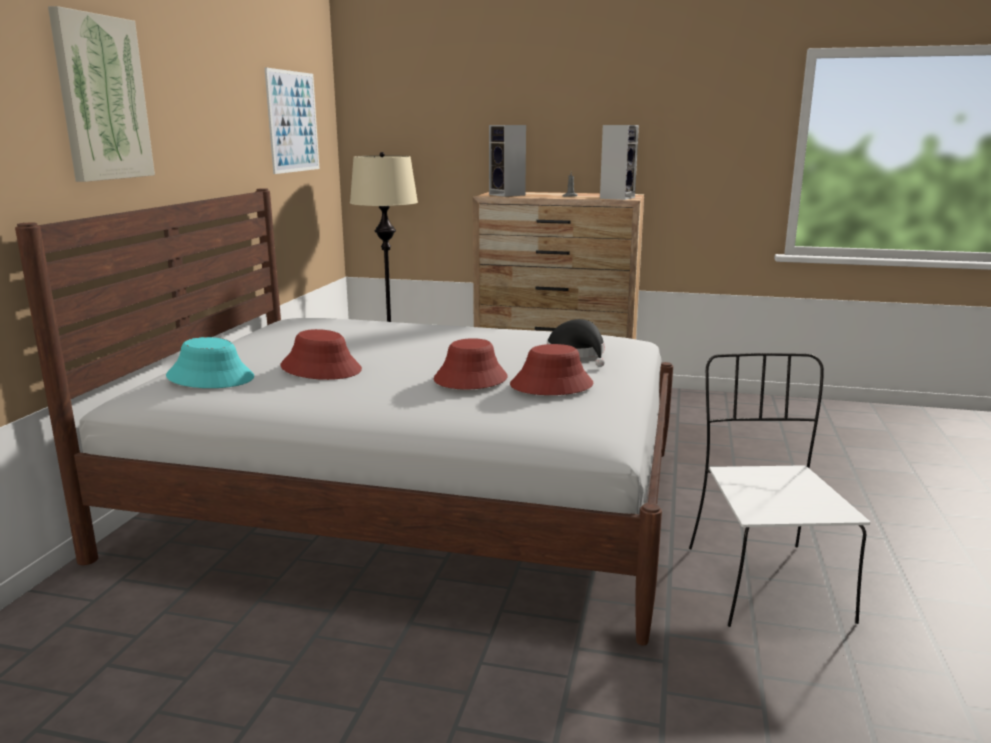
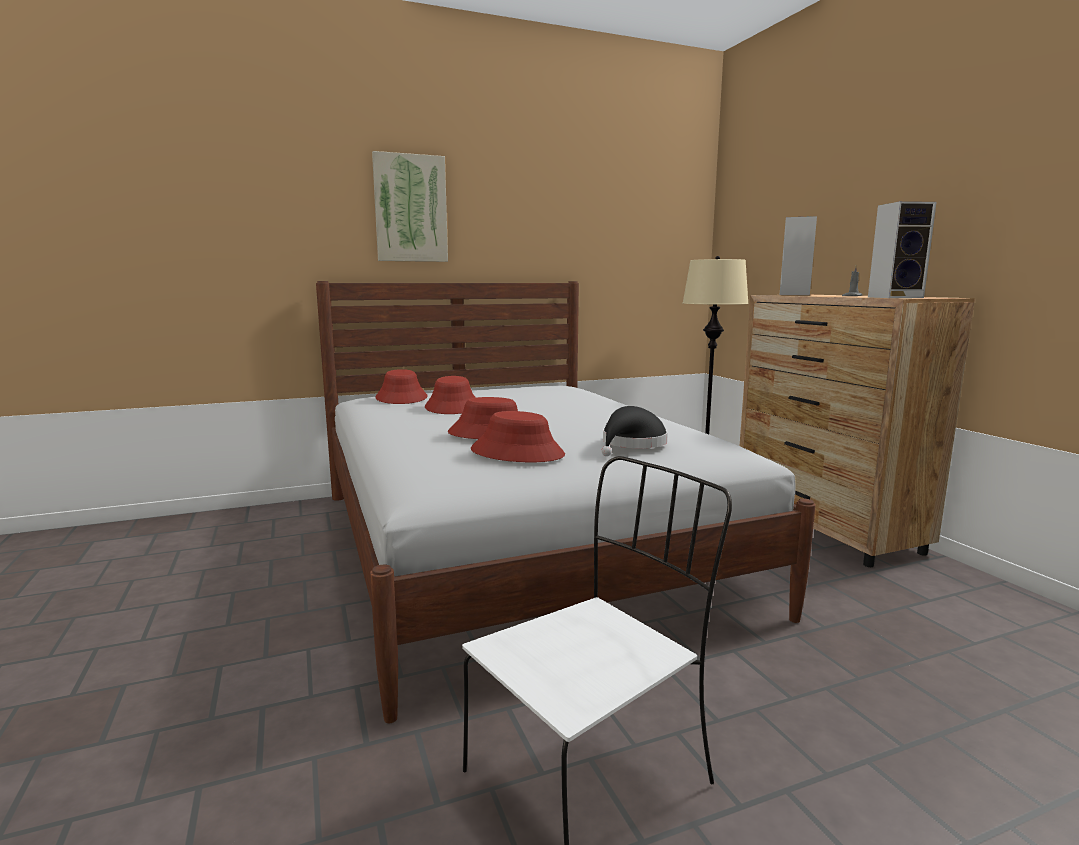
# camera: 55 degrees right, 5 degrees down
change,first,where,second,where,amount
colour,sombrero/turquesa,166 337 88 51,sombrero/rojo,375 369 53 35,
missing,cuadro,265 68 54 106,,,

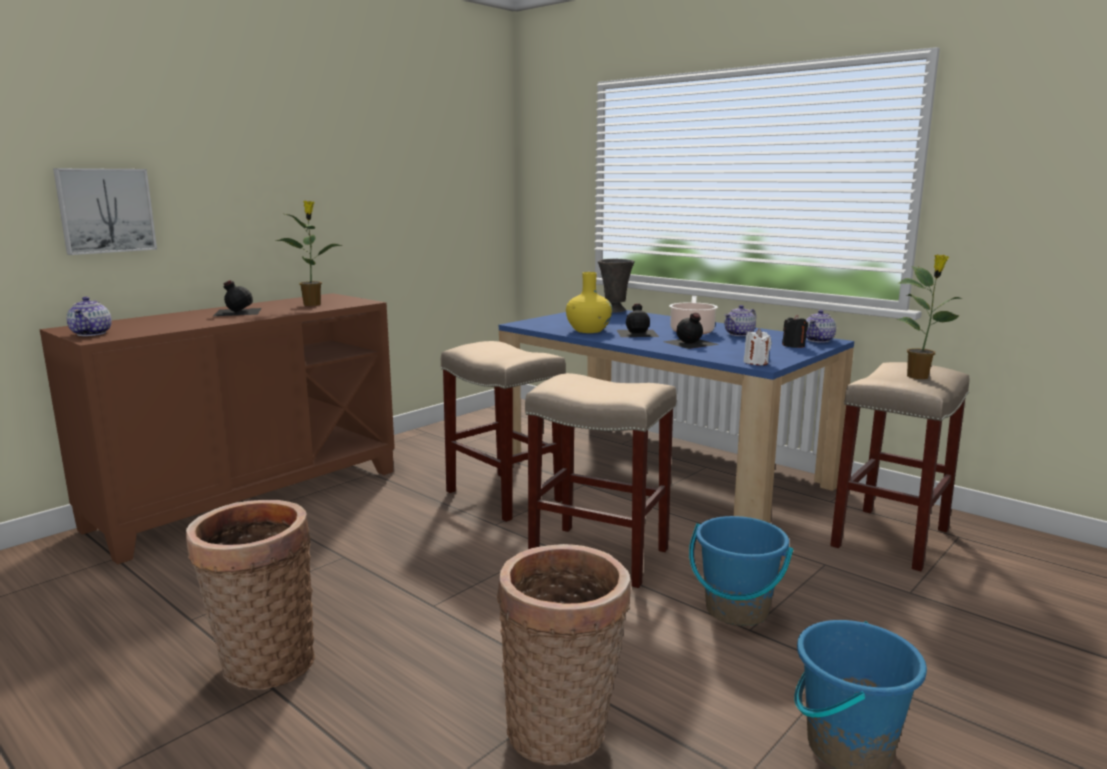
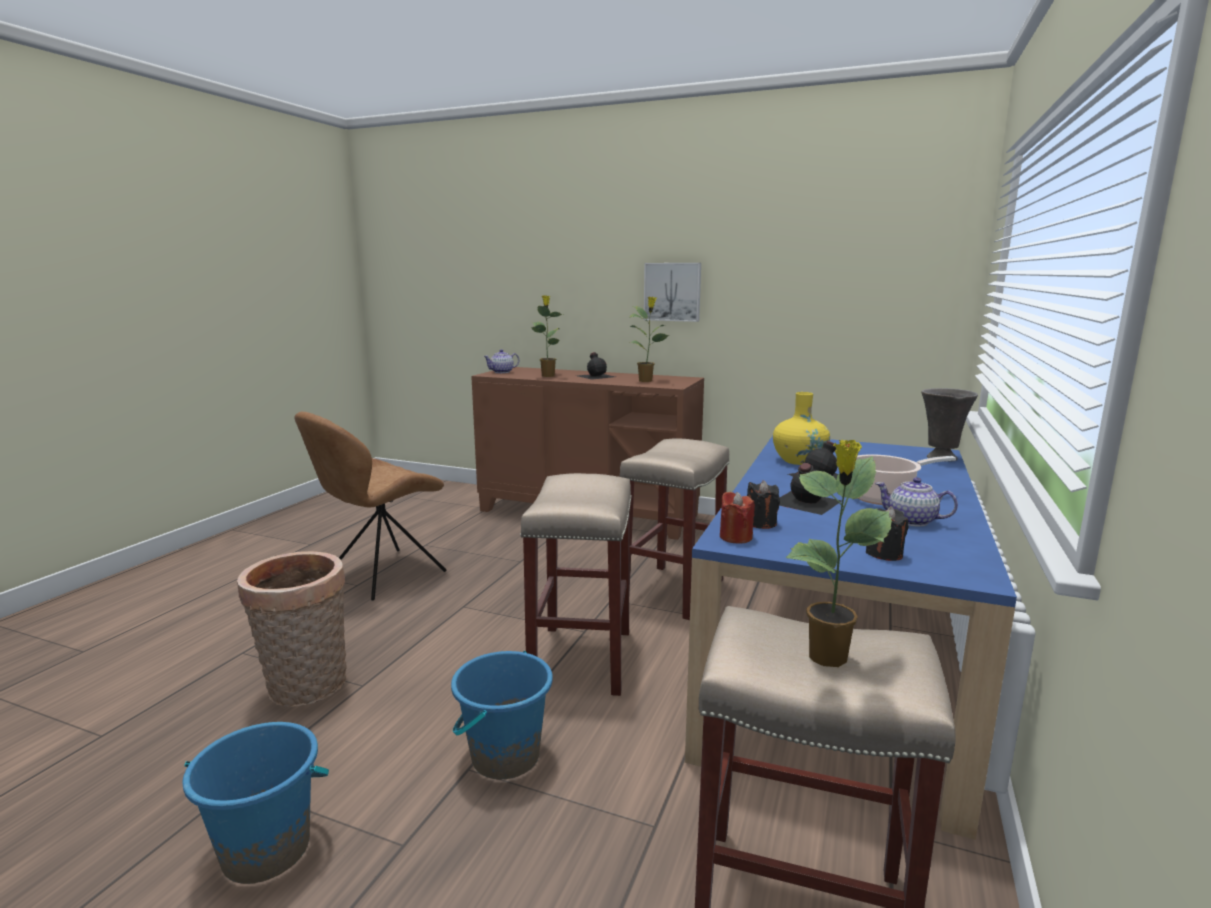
# camera: 70 degrees right, 0 degrees up
change,first,where,second,where,amount
relocated,cuadro,53 168 104 87,,644 263 57 59,
exchanged,cesta,186 500 129 190,silla/marrón,294 412 152 189,
colour,vela/blanco,744 329 28 36,vela/rojo,720 492 35 51,
missing,tetera,806 310 30 33,,,
appeared,,,planta en maceta,531 295 32 82,
appeared,,,vela/negro,747 480 33 49,

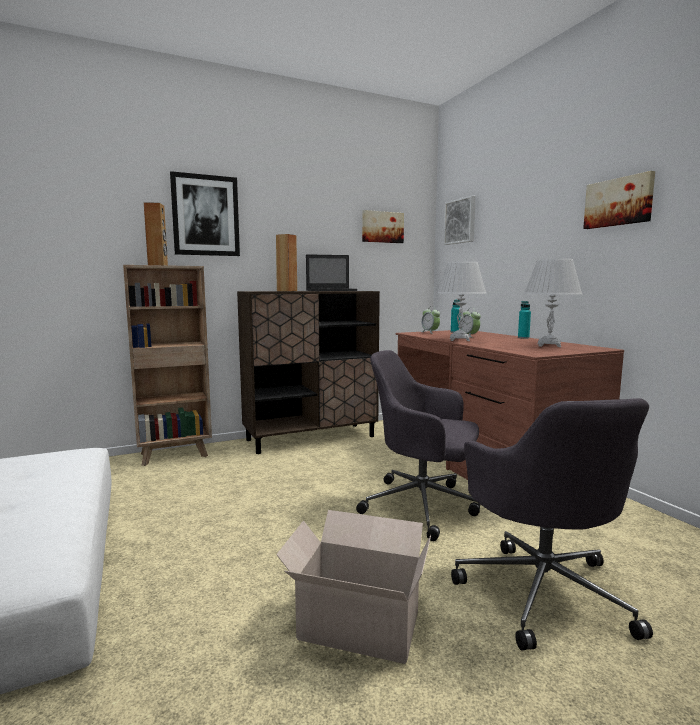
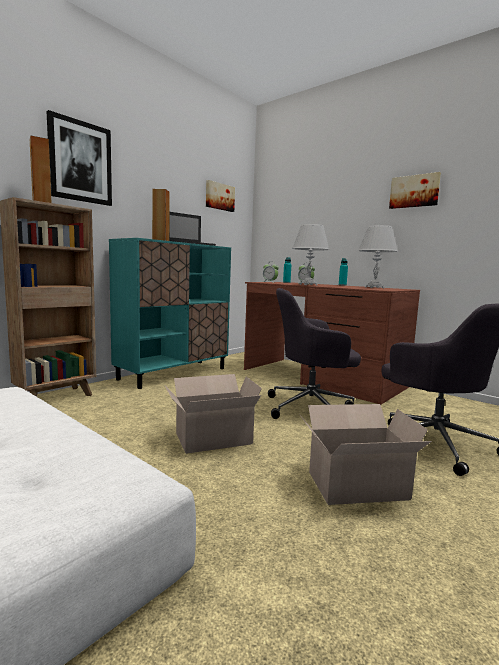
# camera: 25 degrees left, 0 degrees up
change,first,where,second,where,amount
colour,armario/marrón,237 291 143 163,armario/turquesa,109 238 122 151,
missing,cuadro,444 196 32 49,,,
appeared,,,caja de cartón,165 374 97 80,

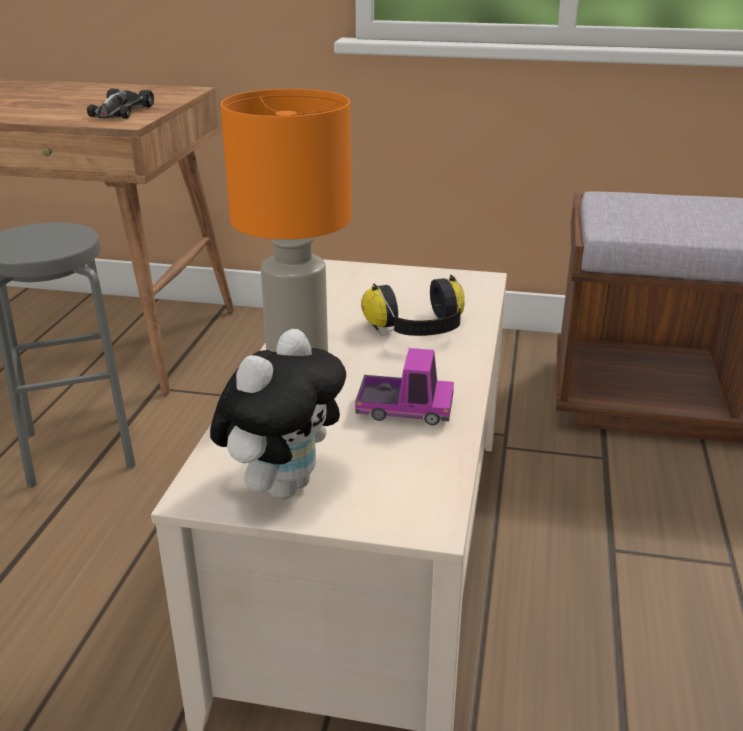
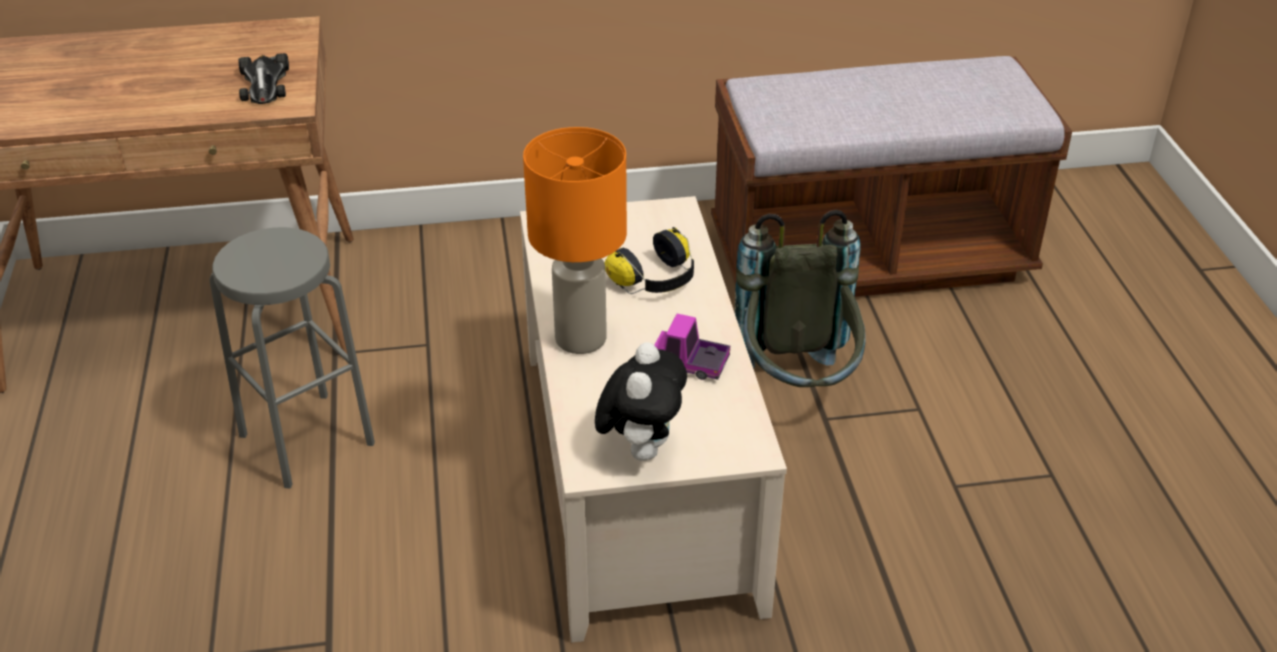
# camera: 20 degrees left, 10 degrees up
change,first,where,second,where,amount
spun,camión de juguete,355 348 99 77,,655 314 75 66,150 degrees counterclockwise
appeared,,,mochila/gris,734 209 132 178,

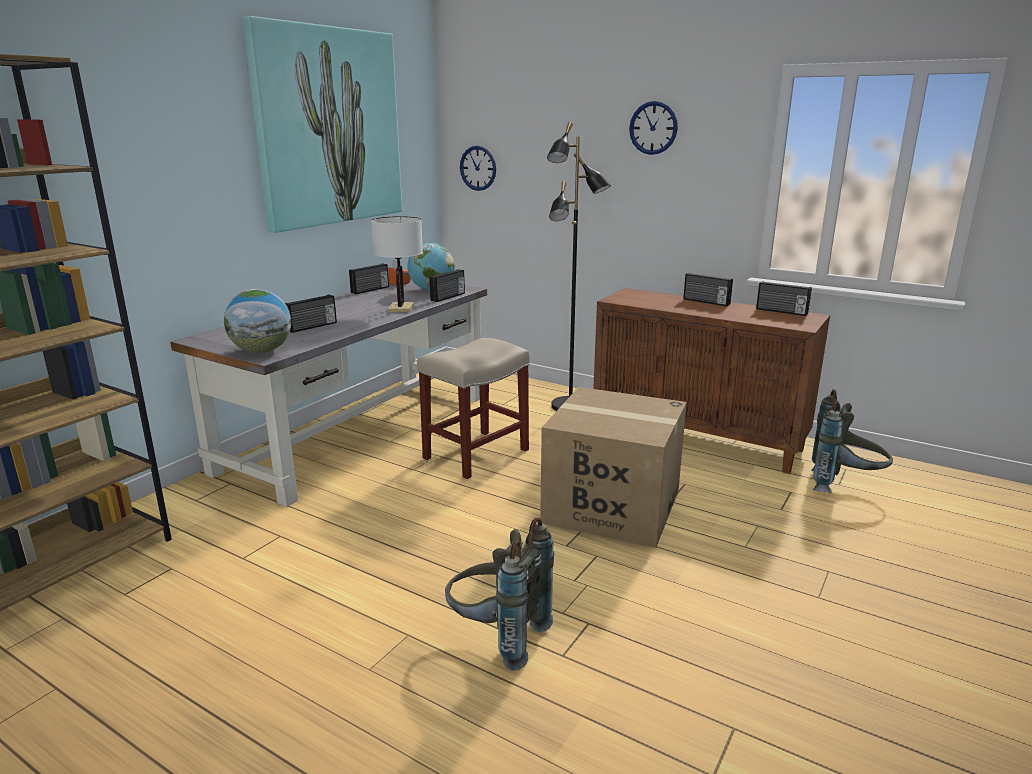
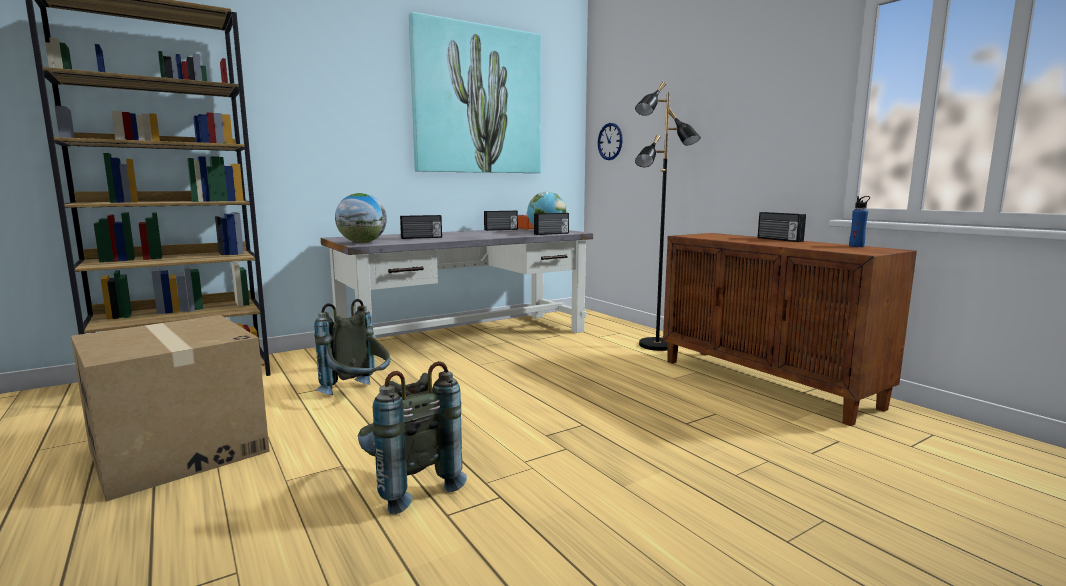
# camera: 25 degrees right, 10 degrees down
change,first,where,second,where,amount
missing,lámpara de mesa/blanco,371 216 52 96,,,
missing,taburete/beis,417 338 113 141,,,
relocated,caja de cartón,540 387 147 161,,71 315 199 187,
missing,reloj de pared,629 101 49 54,,,
exchanged,radio,756 281 56 35,botella/azul,849 196 21 51,
relocated,mochila/gris,811 389 82 104,,314 299 77 96,

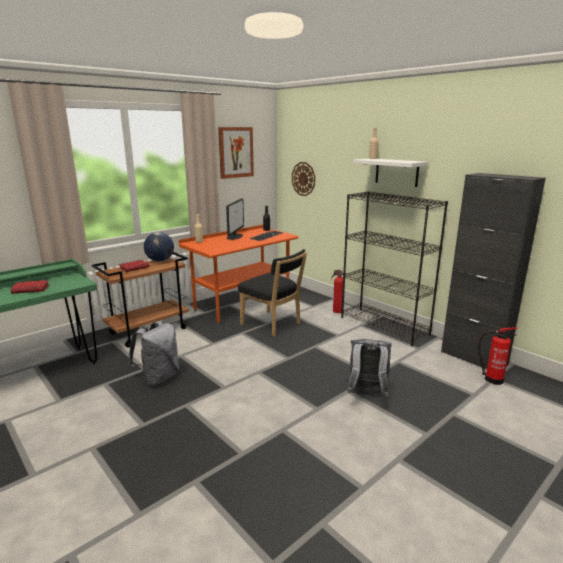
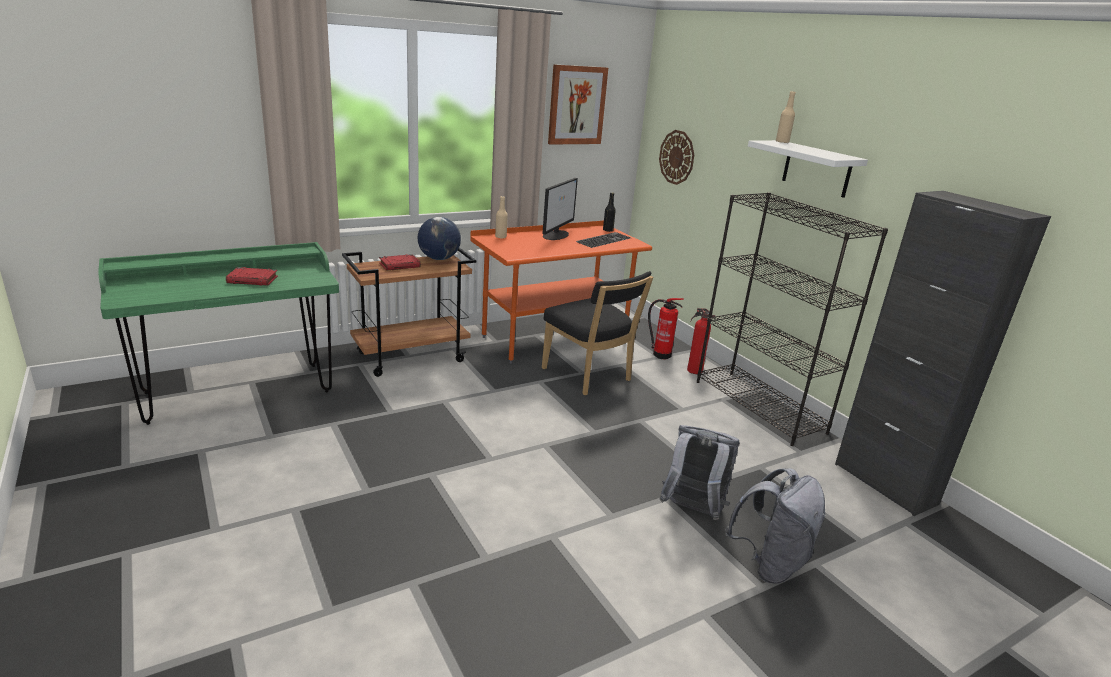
# camera: 10 degrees right, 5 degrees up
change,first,where,second,where,amount
relocated,mochila/gris,128 322 51 64,,725 468 101 116,
relocated,extintor,478 327 40 58,,648 298 36 62,

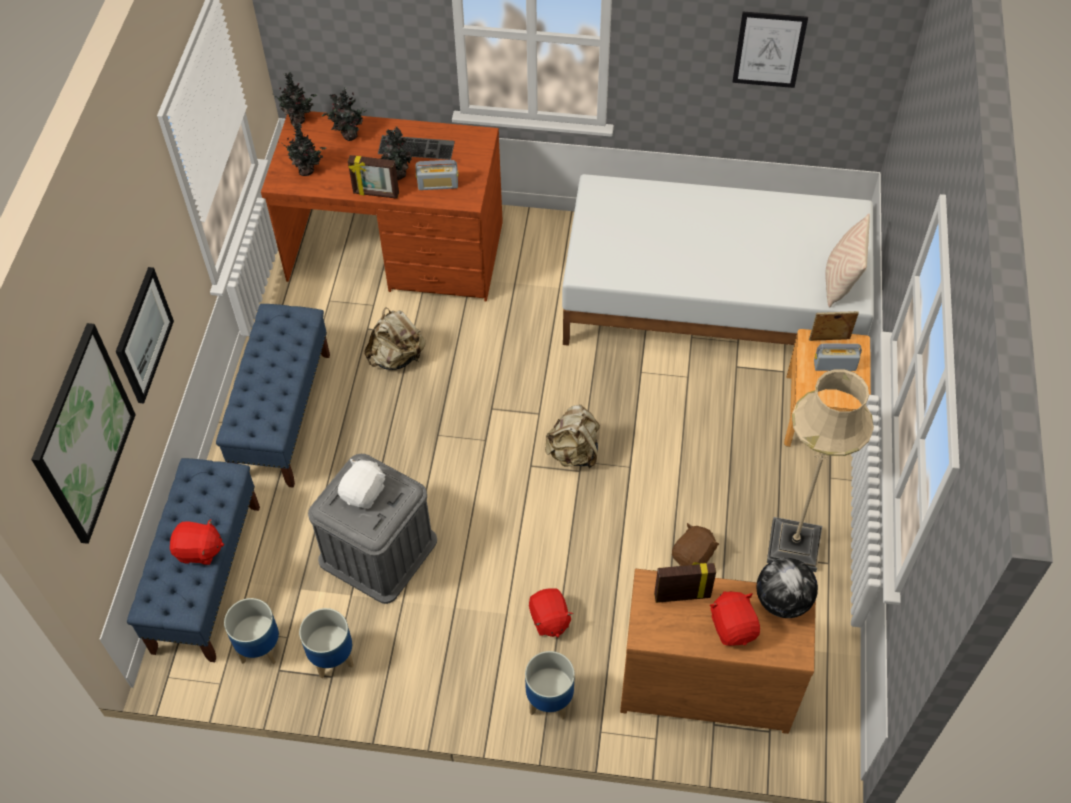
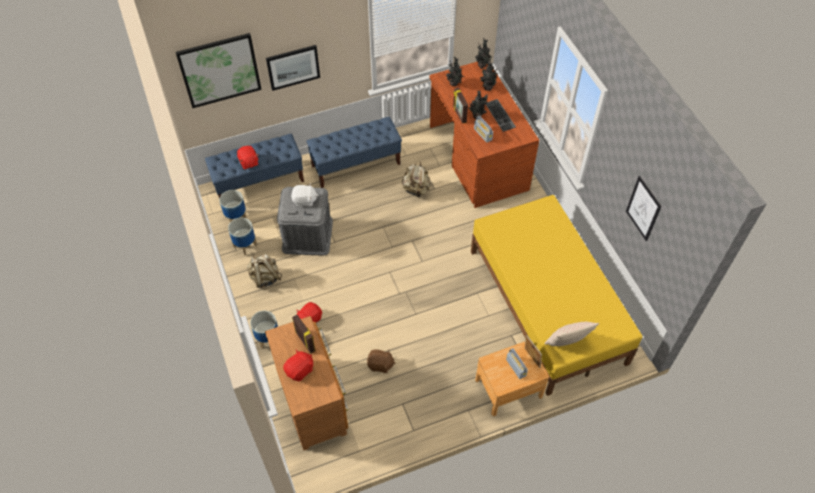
# camera: 60 degrees right, 0 degrees up
change,first,where,second,where,amount
relocated,mochila/beis,545 405 55 63,,247 254 35 34,
colour,cama/blanco,562 174 312 172,cama/amarillo,471 195 171 201,
missing,globo terráqueo,757 558 61 60,,,
missing,lámpara de pie/beis,767 369 107 203,,,

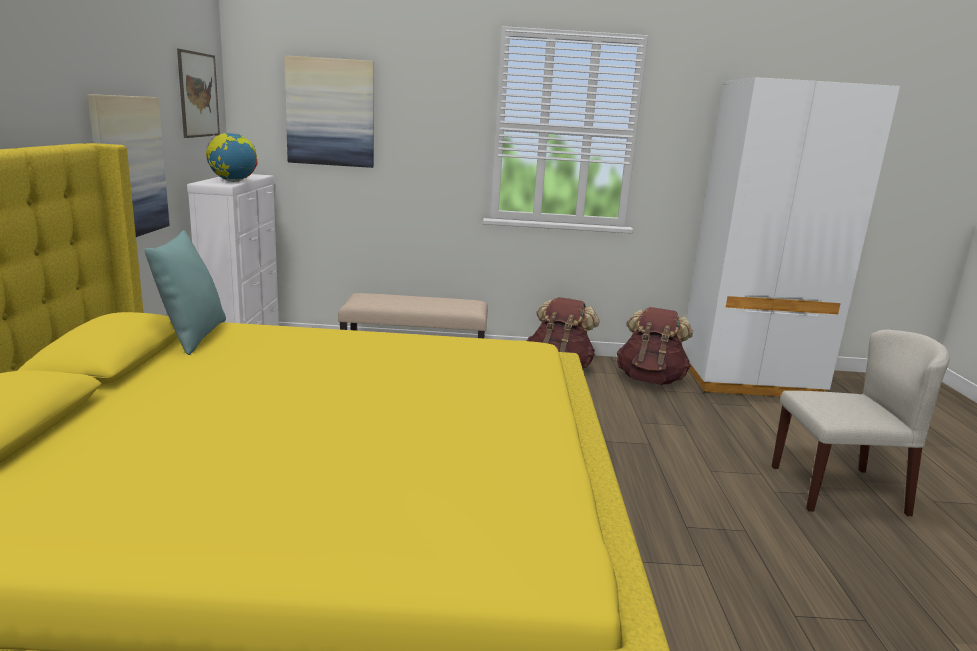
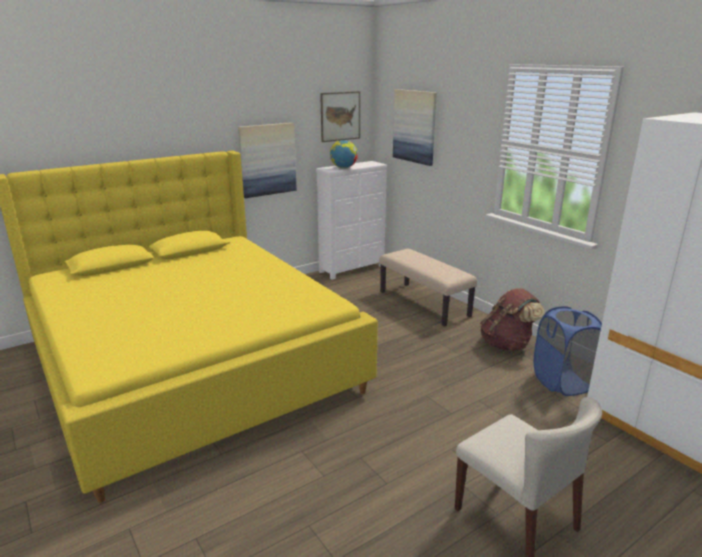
# camera: 55 degrees right, 5 degrees up
change,first,where,second,where,amount
missing,cojín/turquesa,144 230 82 125,,,
exchanged,mochila/marrón,617 307 76 78,cesto de la ropa/azul,534 306 68 90,

